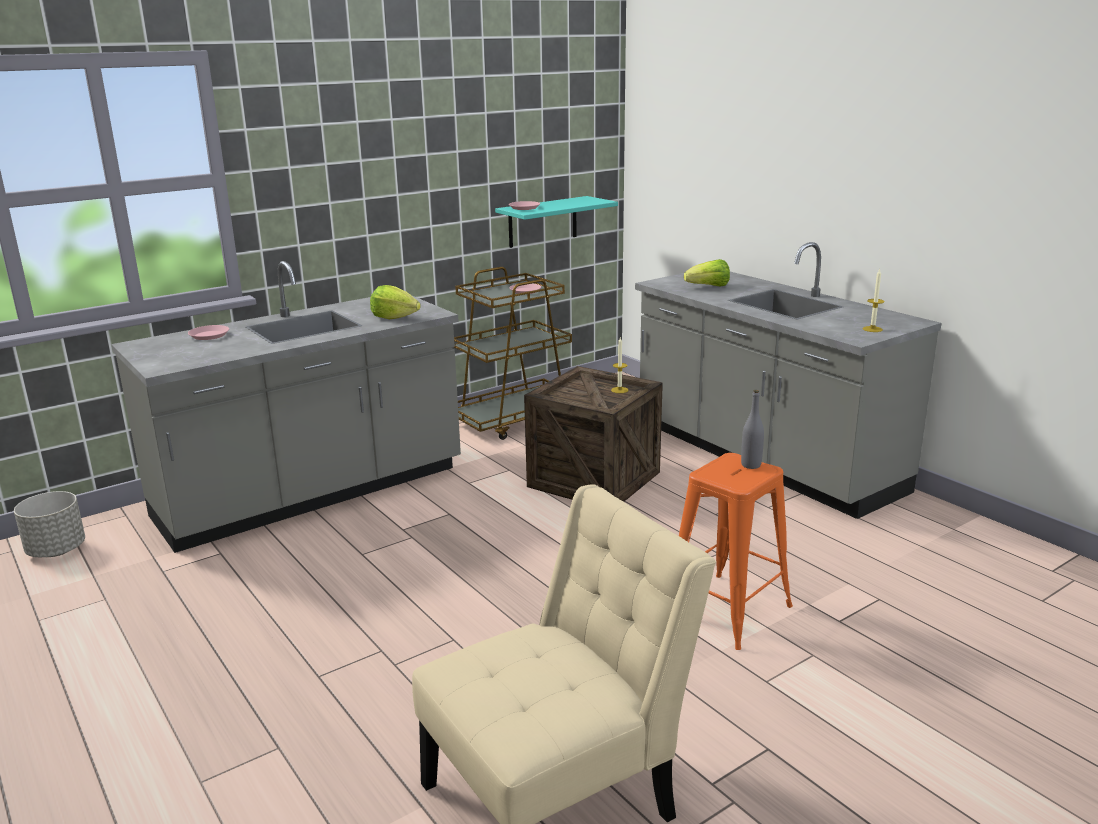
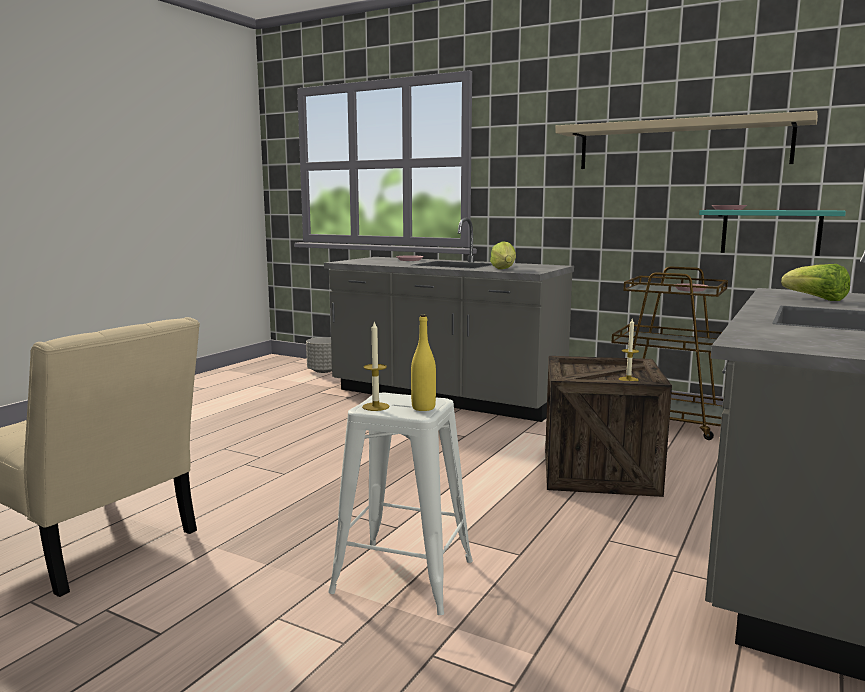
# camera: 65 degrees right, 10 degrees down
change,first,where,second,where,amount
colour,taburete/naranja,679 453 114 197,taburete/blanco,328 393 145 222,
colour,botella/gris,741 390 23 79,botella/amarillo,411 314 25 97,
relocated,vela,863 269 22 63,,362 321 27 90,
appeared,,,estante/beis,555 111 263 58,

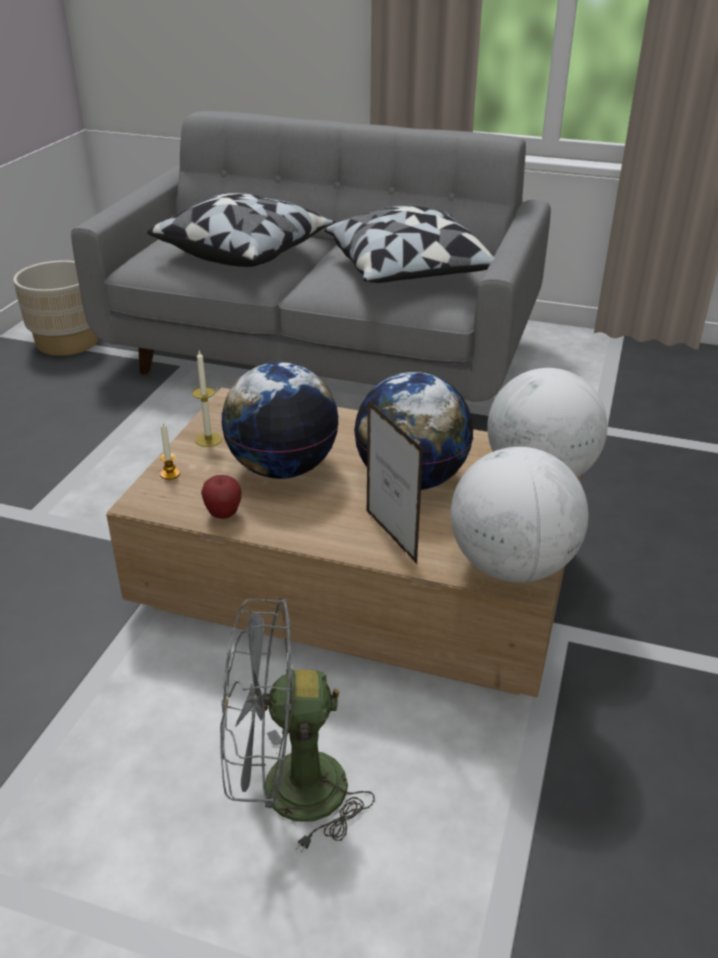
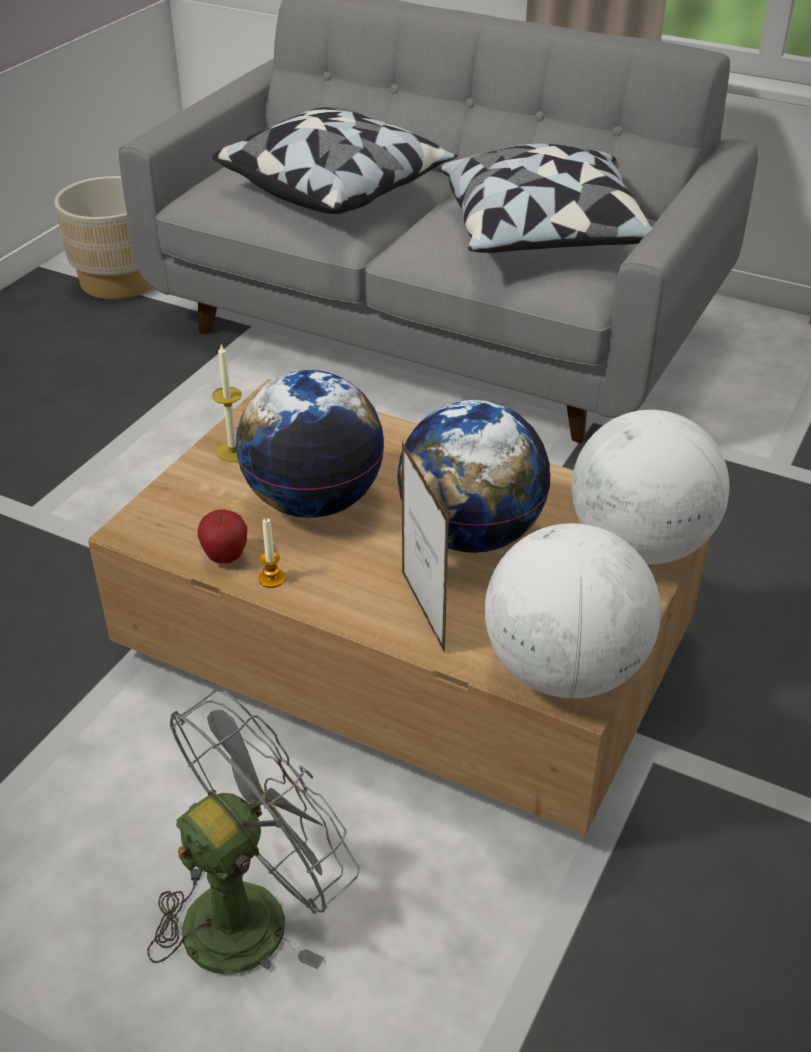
# camera: 10 degrees right, 5 degrees up
change,first,where,second,where,amount
relocated,vela,160 424 20 56,,258 518 27 70,
spun,ventilador/gris,220 598 155 255,,147 689 212 285,135 degrees clockwise

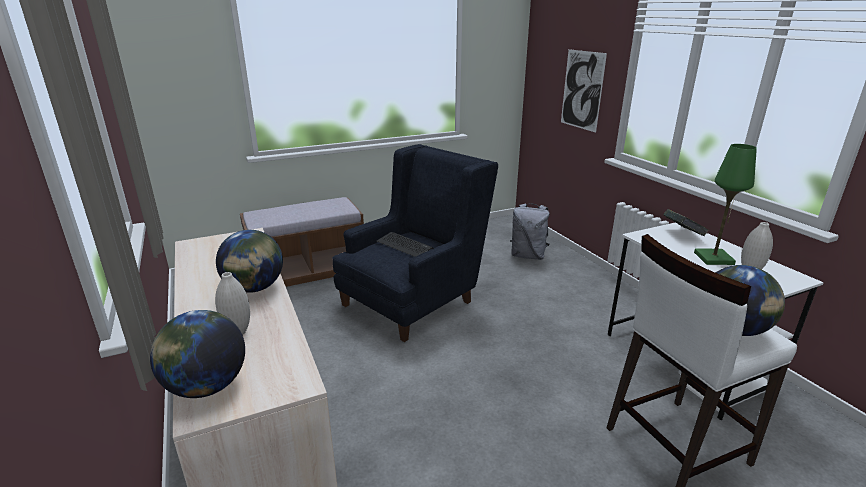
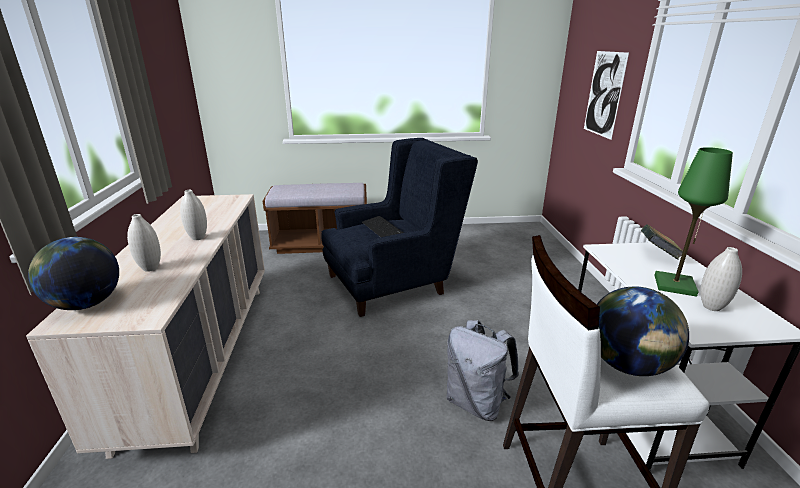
# camera: 20 degrees right, 0 degrees up
change,first,where,second,where,amount
exchanged,globo terráqueo,216 230 67 63,florero/blanco,180 190 27 50,
relocated,mochila/gris,510 203 40 57,,446 320 73 101,

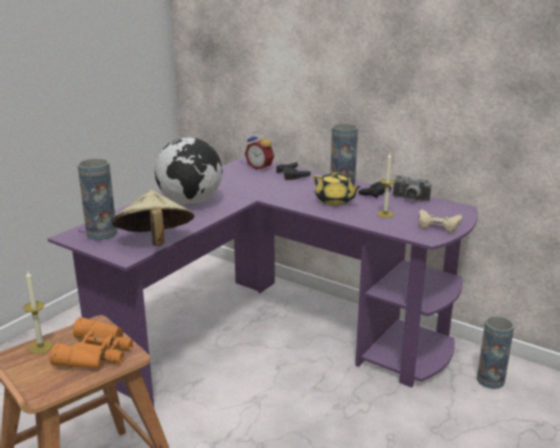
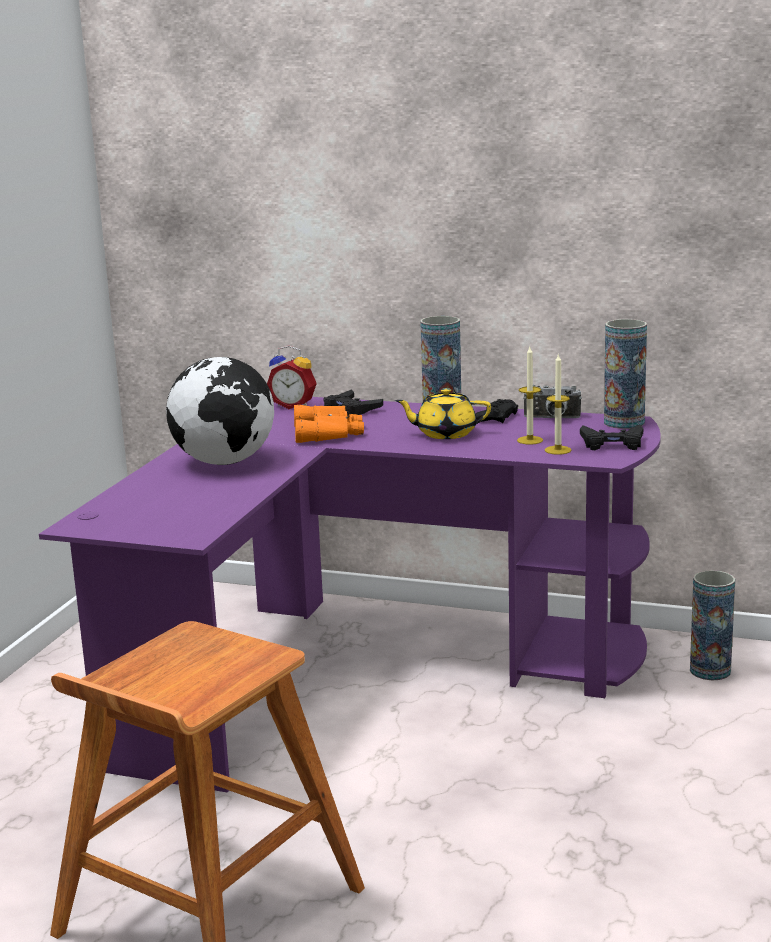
# camera: 15 degrees left, 5 degrees down
change,first,where,second,where,amount
relocated,vela,23 270 30 84,,545 355 27 100,
relocated,prismáticos/naranja,49 317 84 51,,294 405 70 38,
relocated,florero,77 158 40 82,,604 319 43 110,
missing,sombrero/beis,112 190 83 56,,,
spun,tetera/amarillo,313 172 48 33,,395 388 96 51,150 degrees clockwise
colour,mando de consola/beis,419 209 44 24,mando de consola/negro,580 425 63 25,

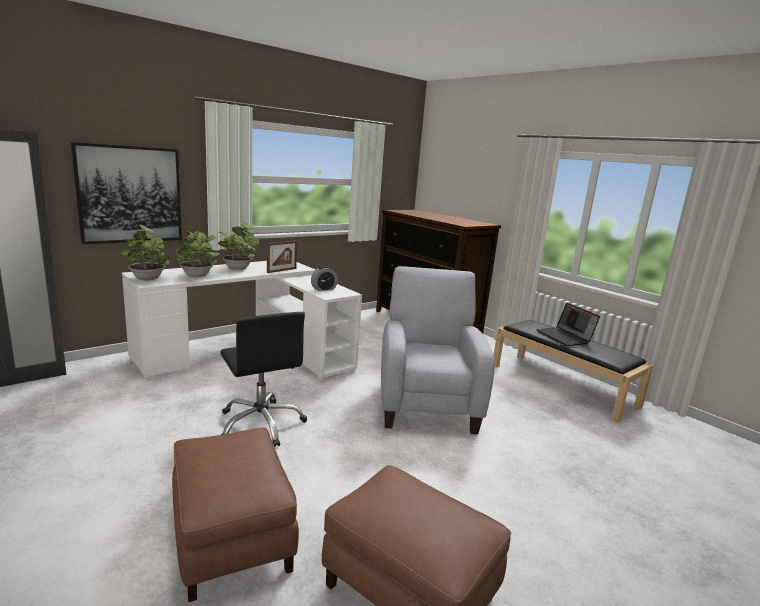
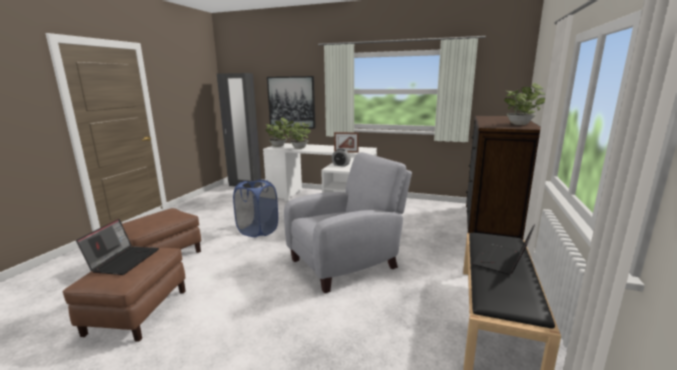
# camera: 60 degrees right, 0 degrees up
change,first,where,second,where,amount
relocated,planta en maceta,218 221 42 49,,504 83 42 42,
exchanged,silla de oficina/negro,220 312 87 135,cesto de la ropa/azul,233 179 45 58,
appeared,,,portátil,76 219 83 56,

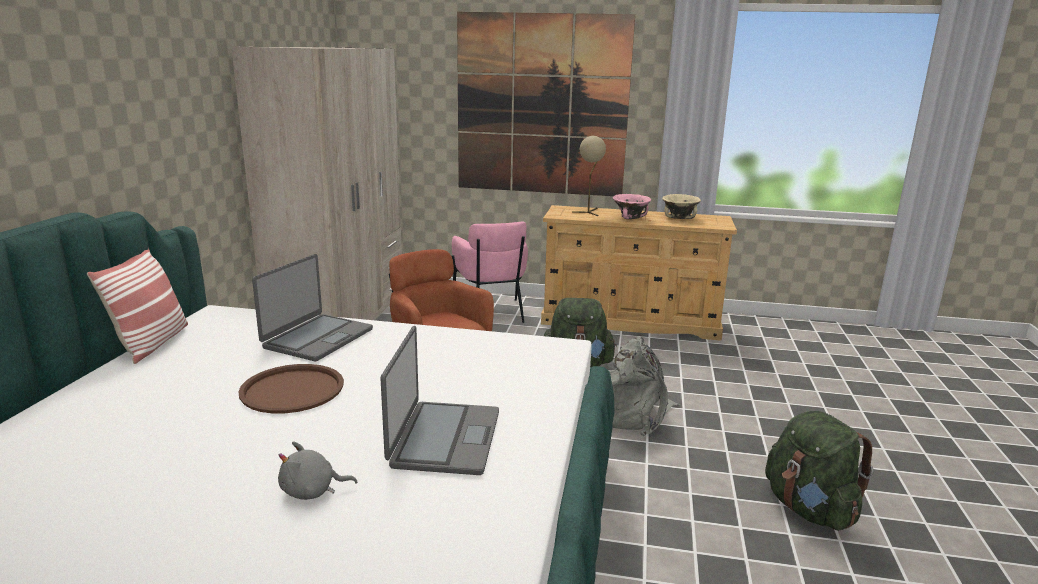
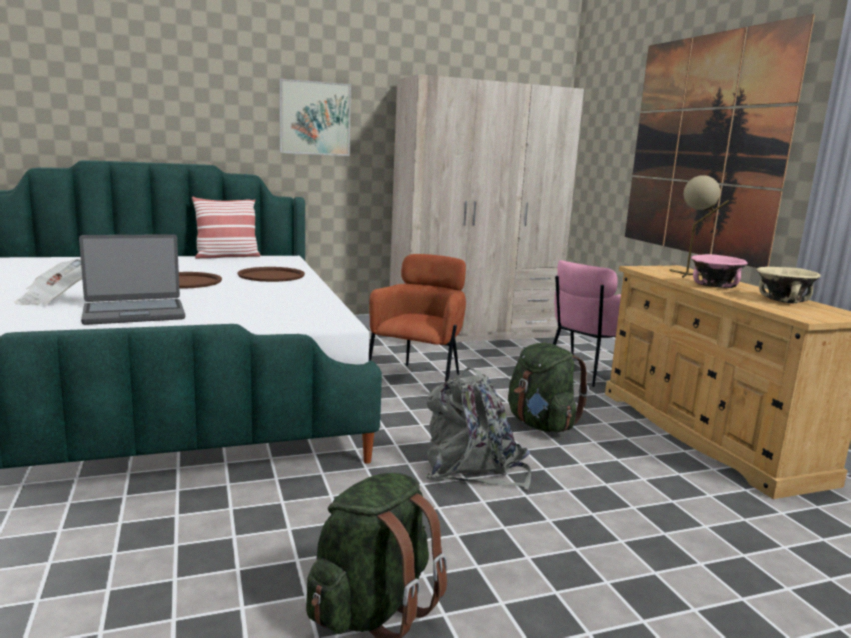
# camera: 60 degrees right, 5 degrees down
change,first,where,second,where,amount
exchanged,portátil,252 254 121 108,bandeja/marrón,237 267 68 15,
exchanged,peluche/gris,278 441 79 59,periódico,15 259 67 46,
appeared,,,cuadro,279 79 72 77,

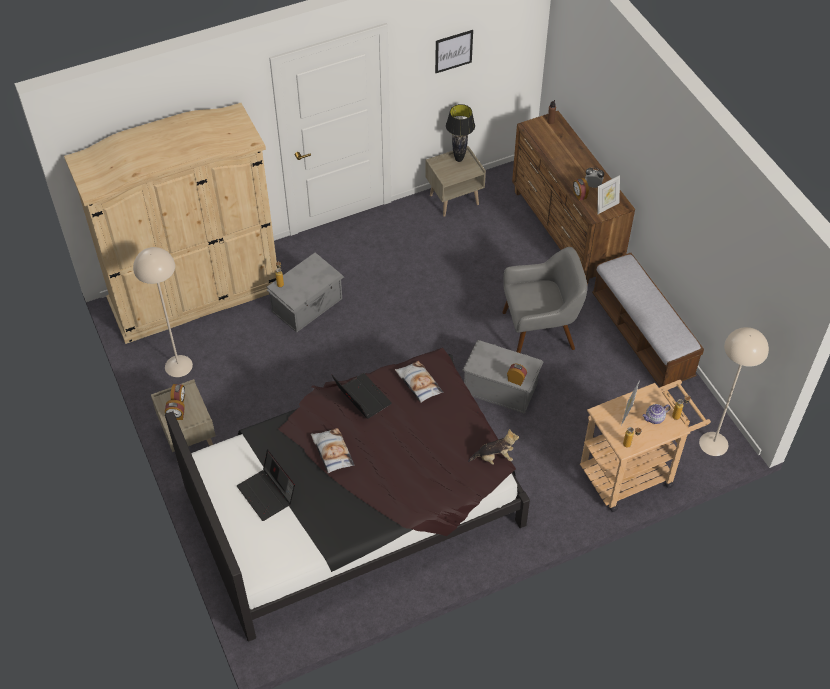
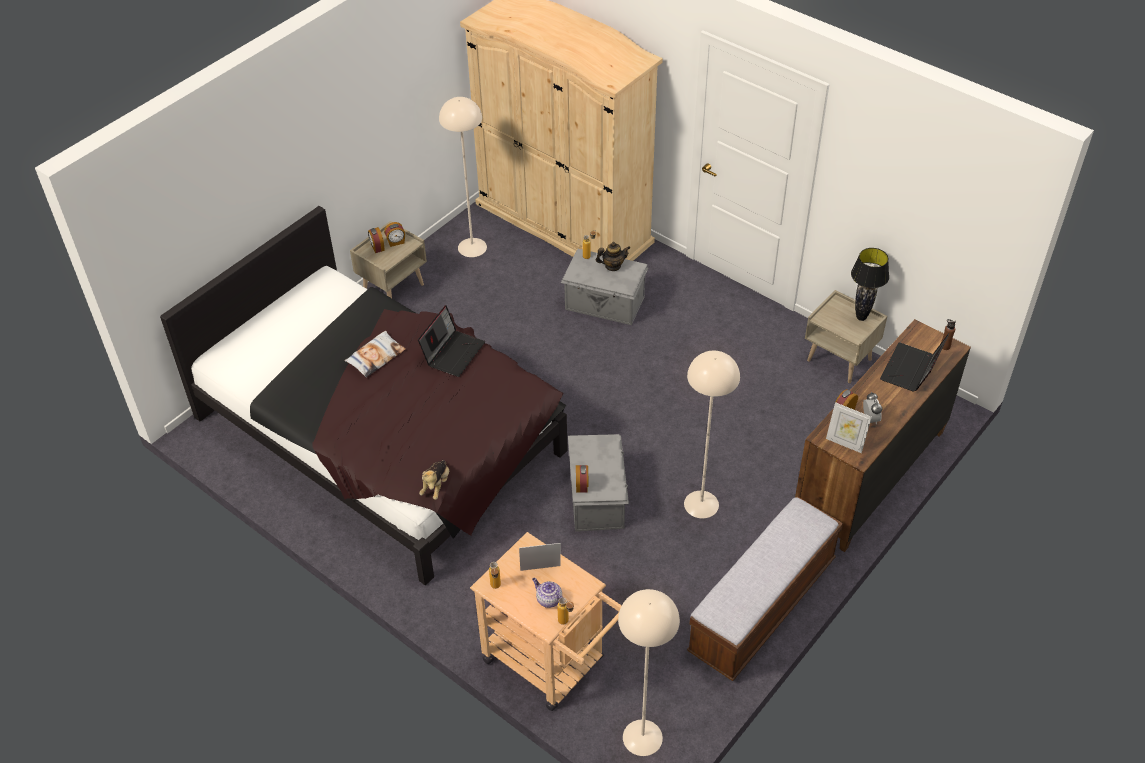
# camera: 65 degrees right, 5 degrees down
change,first,where,second,where,amount
relocated,portátil,237 449 58 72,,880 333 69 59,
missing,cojín,395 361 48 42,,,
missing,cuadro,435 30 38 43,,,
spun,peluche,468 429 51 36,,419 460 30 40,45 degrees clockwise
exchanged,sillón/gris,502 247 85 106,lámpara de pie/beis,684 351 56 167,
appeared,,,tetera,596 242 34 29,

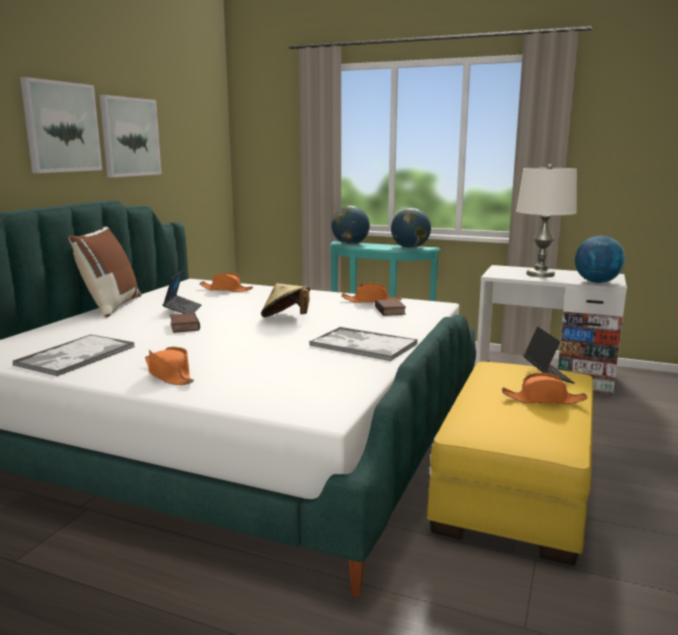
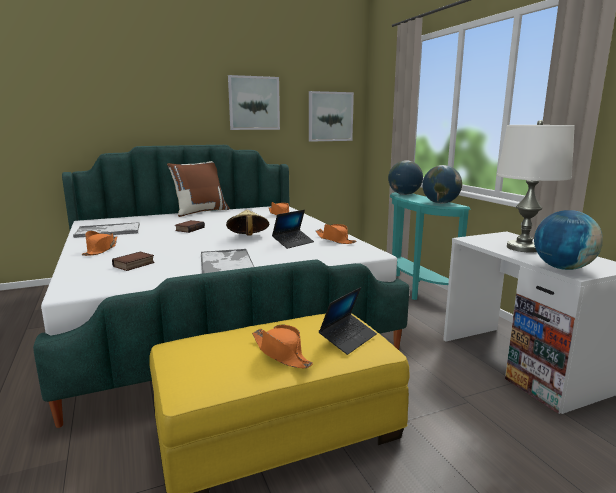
# camera: 45 degrees right, 0 degrees up
change,first,where,second,where,amount
relocated,cuadro,20 77 82 96,,309 91 45 51,
relocated,portátil,163 270 38 44,,272 210 42 39,
relocated,libro,375 299 31 17,,112 252 43 19,

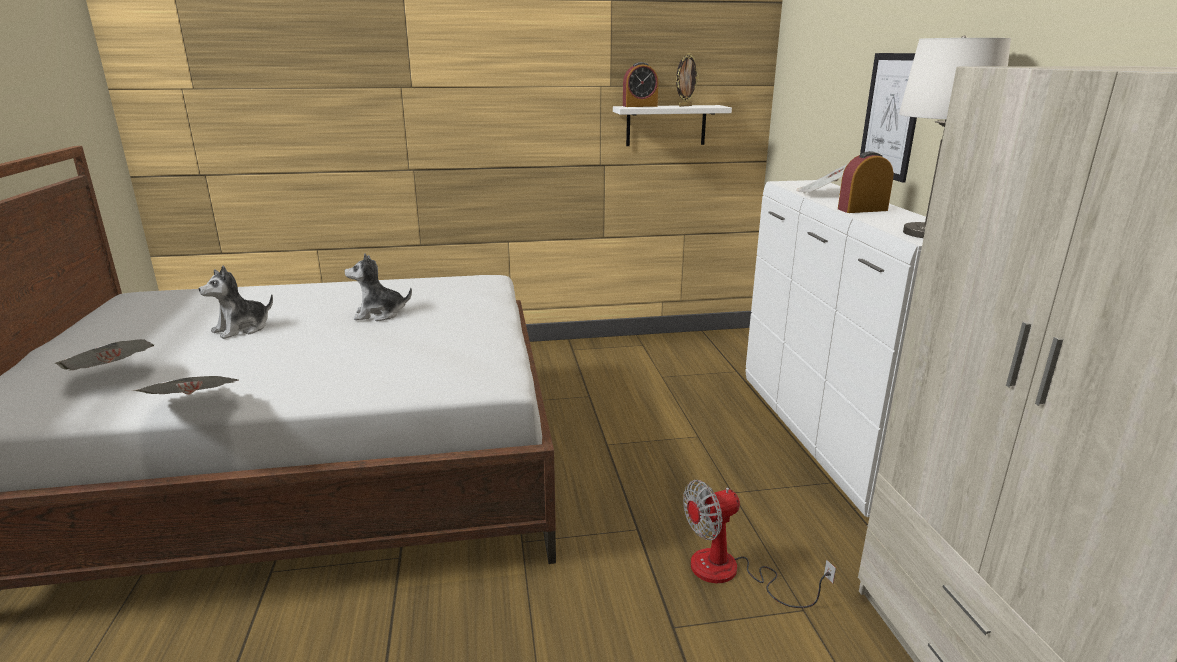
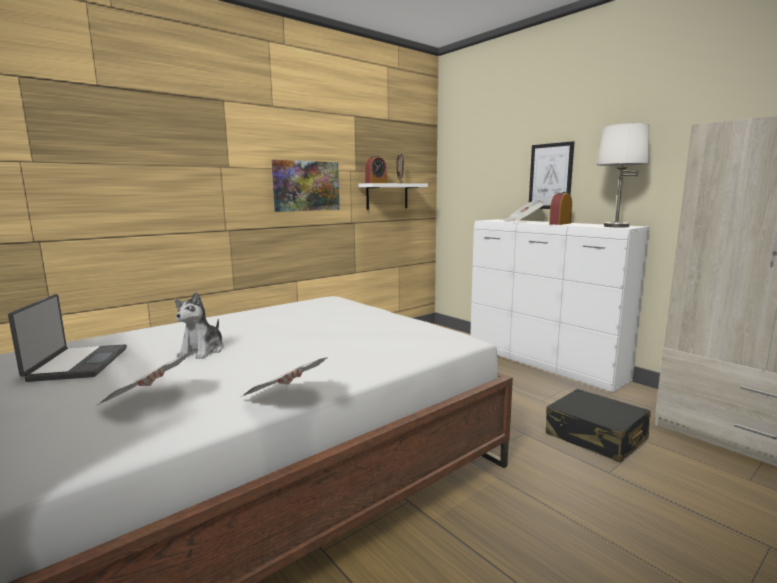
# camera: 30 degrees left, 10 degrees down
change,first,where,second,where,amount
missing,peluche,345 253 67 68,,,
exchanged,ventilador,683 480 153 128,maleta/negro,546 389 105 74,
appeared,,,portátil,8 294 119 88,
appeared,,,cuadro,272 160 68 52,

